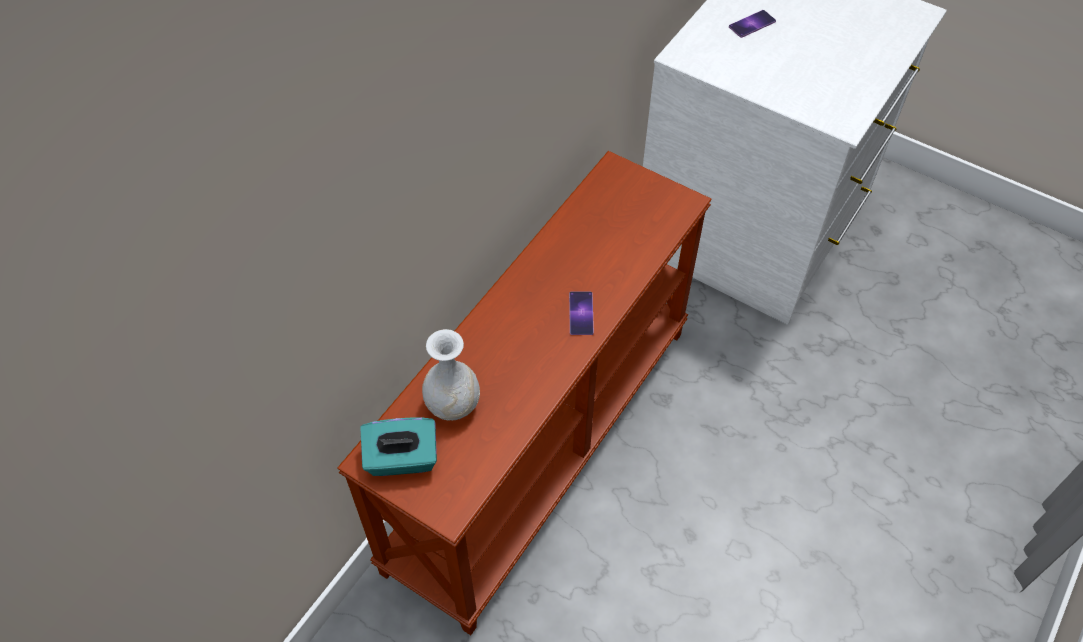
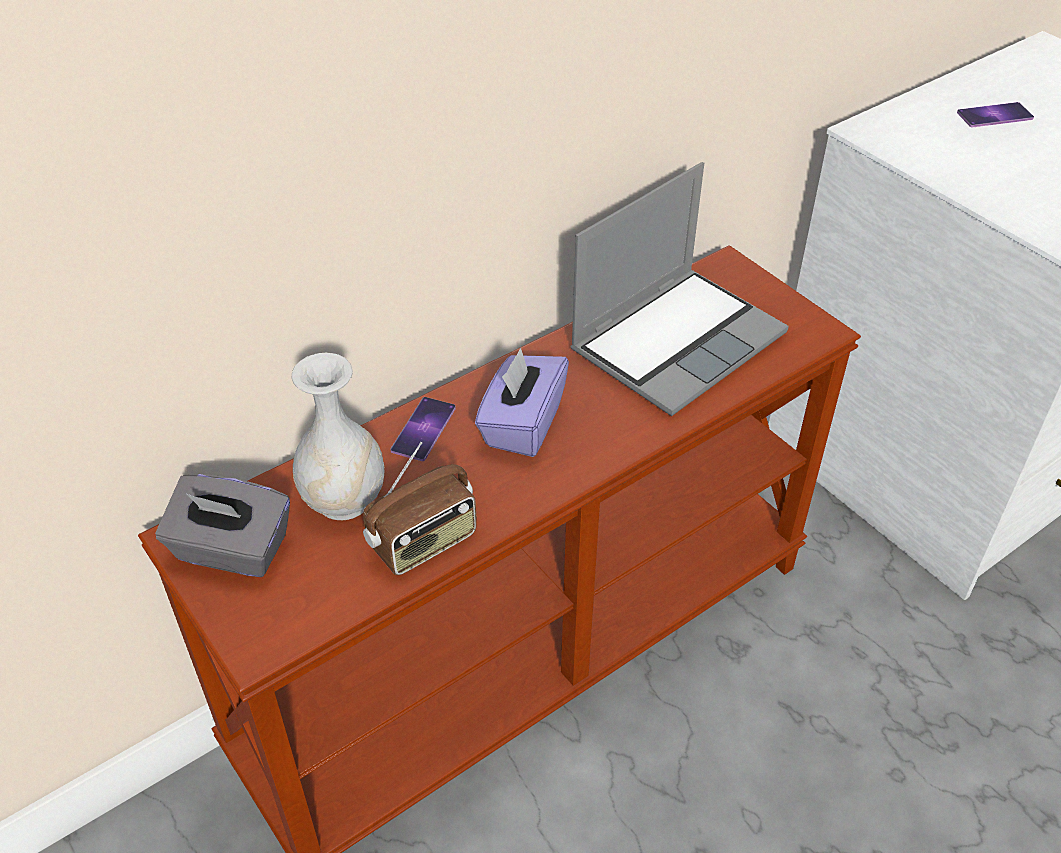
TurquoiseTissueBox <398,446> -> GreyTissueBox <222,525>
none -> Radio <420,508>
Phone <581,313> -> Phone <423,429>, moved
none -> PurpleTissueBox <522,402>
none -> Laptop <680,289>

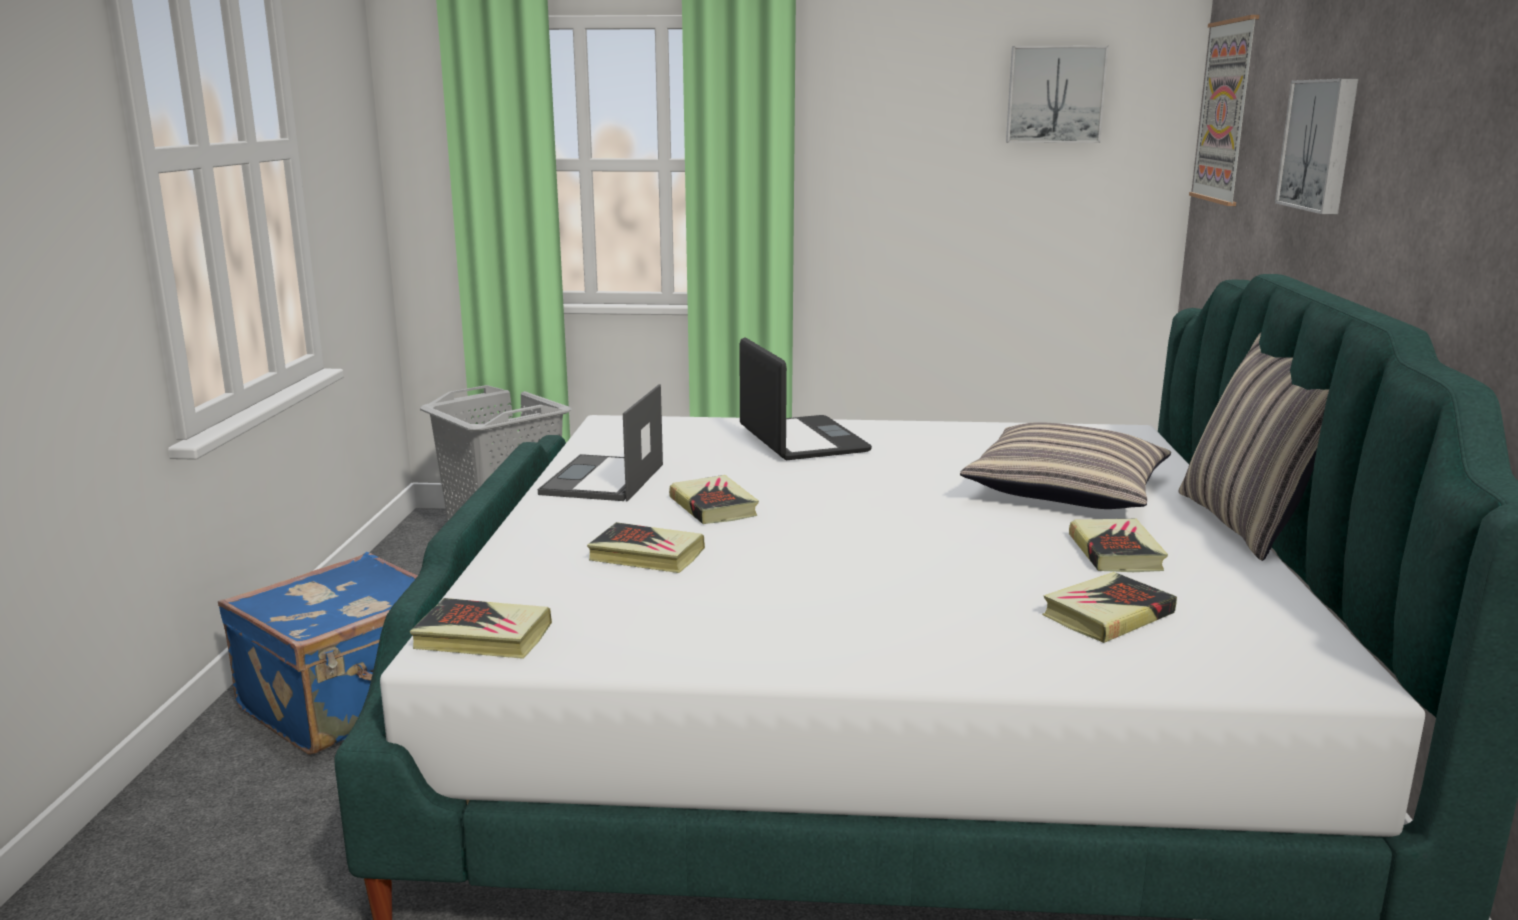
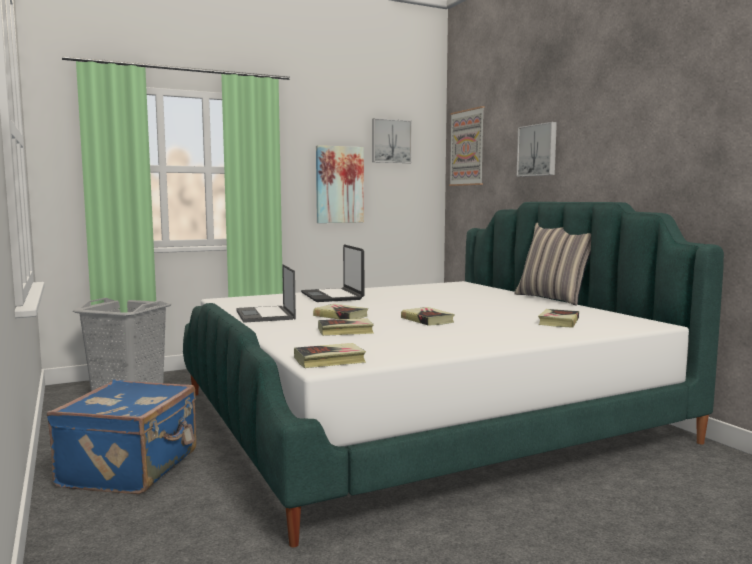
Laptop <805,398> -> Laptop <333,273>, 150 degrees counterclockwise
none -> Picture <340,184>
Book <1118,545> -> Book <428,316>, moved
Pillow <1065,465> -> none

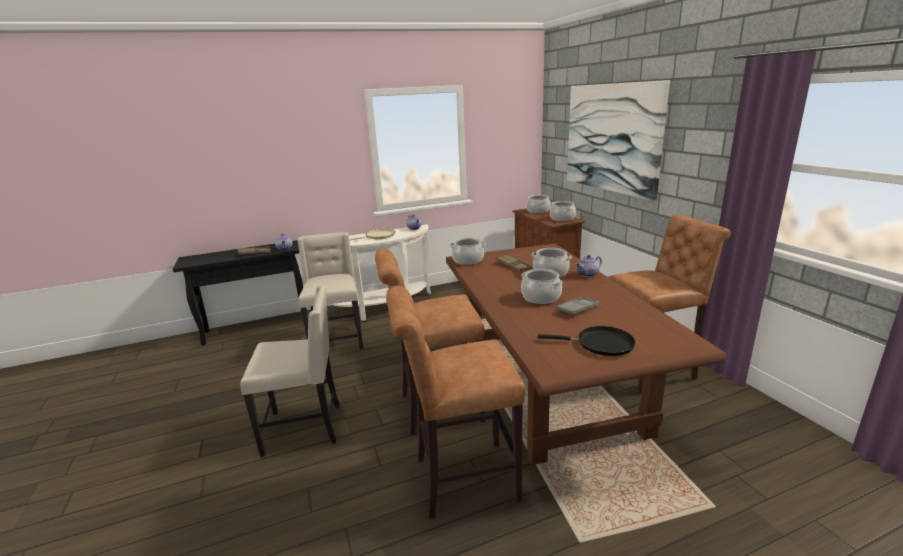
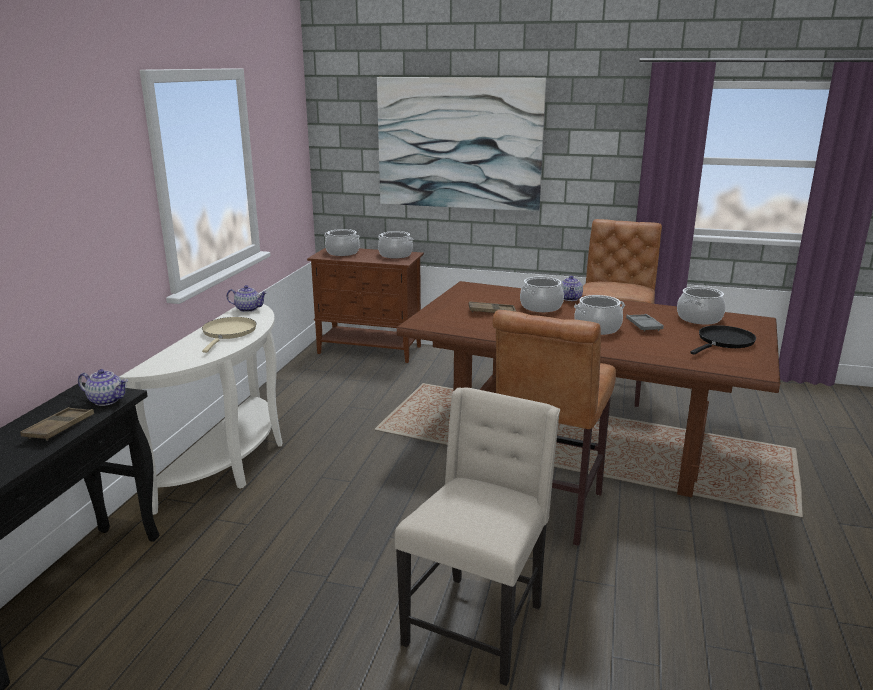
CookingPot <468,251> -> CookingPot <701,306>, moved
BeigeChair <330,290> -> none
BrownStool <455,402> -> none

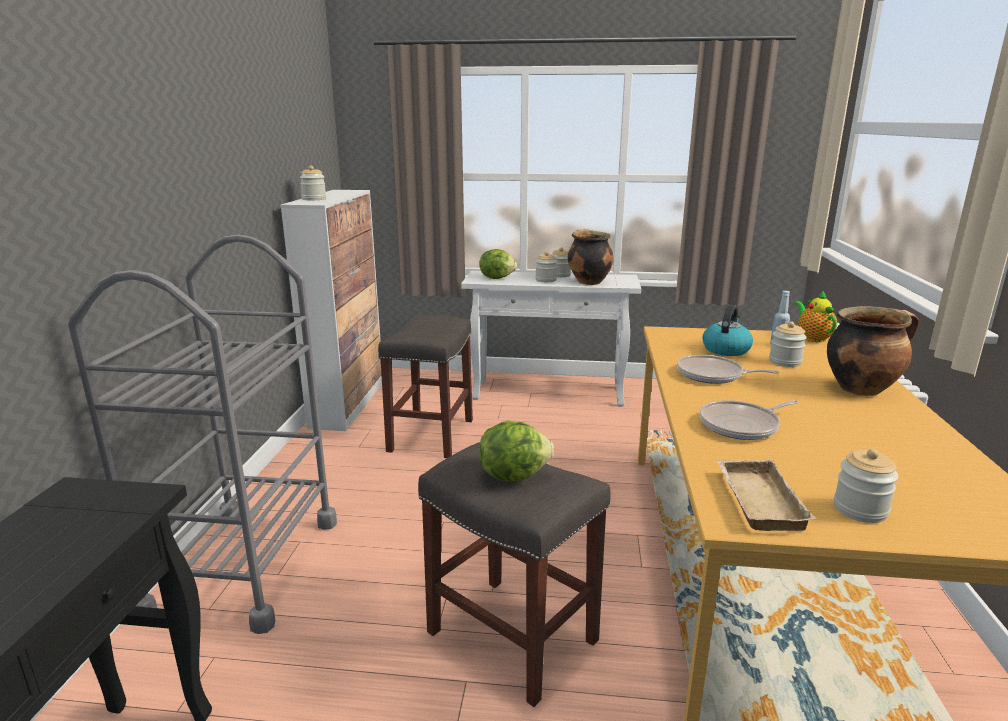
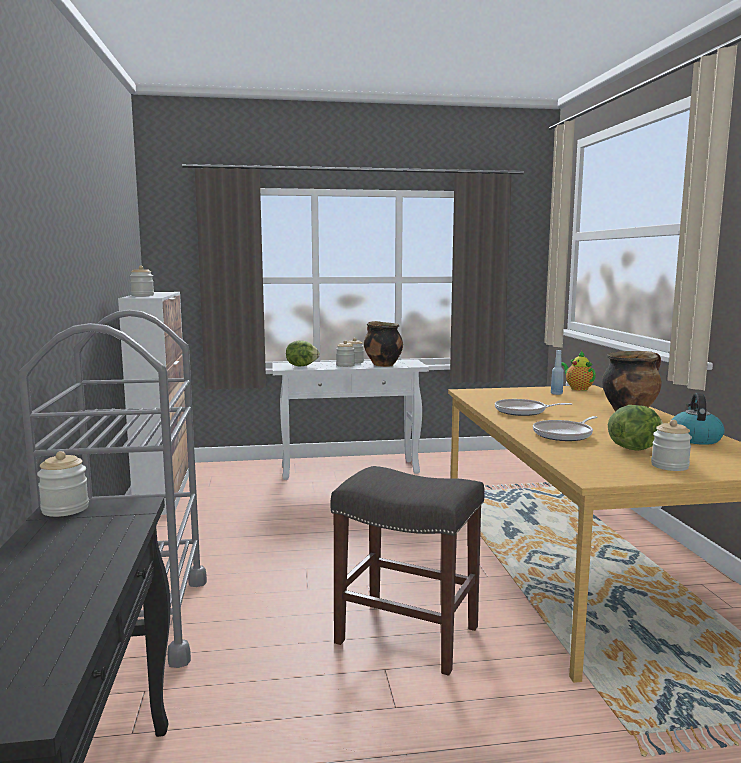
Jar <788,344> -> Jar <63,484>, moved
Lettuce <516,451> -> Lettuce <635,427>, moved
Kettle <727,330> -> Kettle <698,419>, moved
GreyStool <425,386> -> none
BeigeTray <766,495> -> none

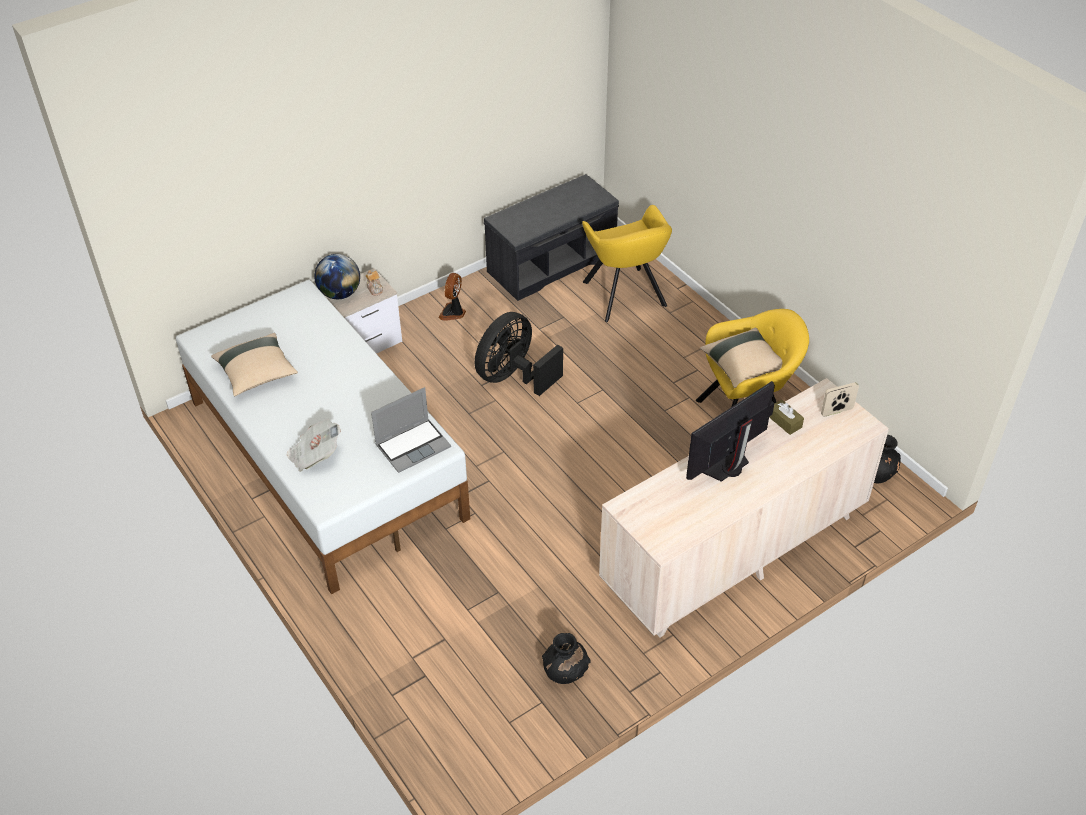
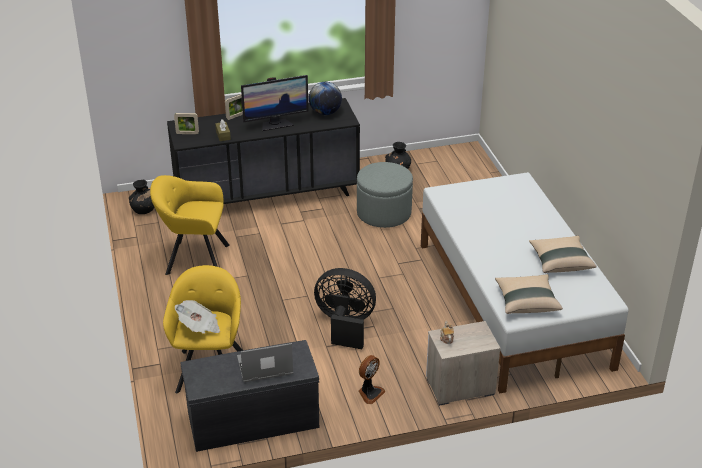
BeigeDresser <744,507> -> BlackDresser <263,151>
Newspaper <313,445> -> Newspaper <197,317>, moved
none -> PictureFrame <234,107>
Laptop <411,430> -> Laptop <265,362>, moved
Globe <337,276> -> Globe <325,98>, moved
BlackFan <519,354> -> BlackFan <345,308>, 135 degrees counterclockwise
none -> GreyOttoman <385,195>
BeigePillow <741,357> -> BeigePillow <529,294>, moved

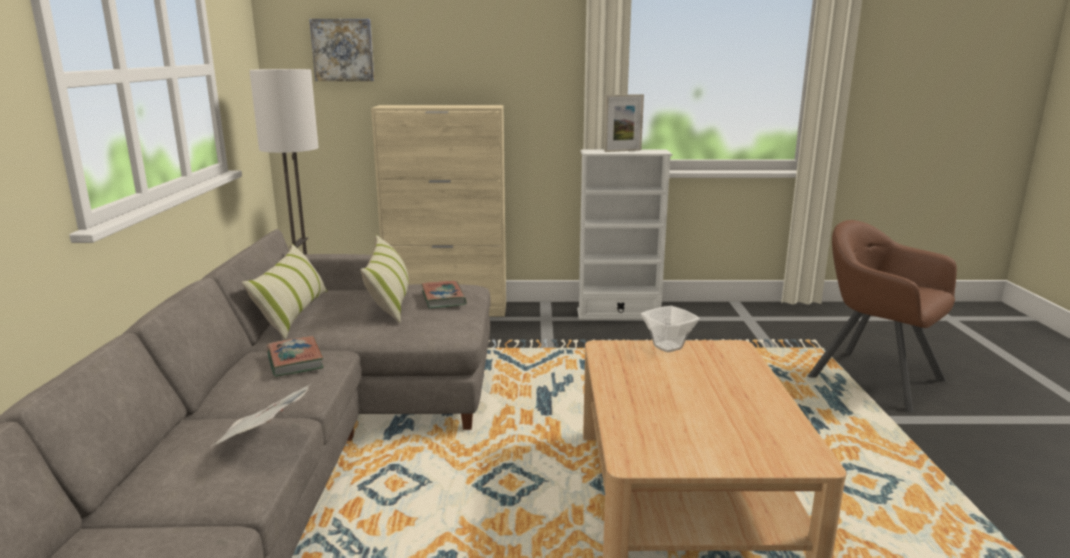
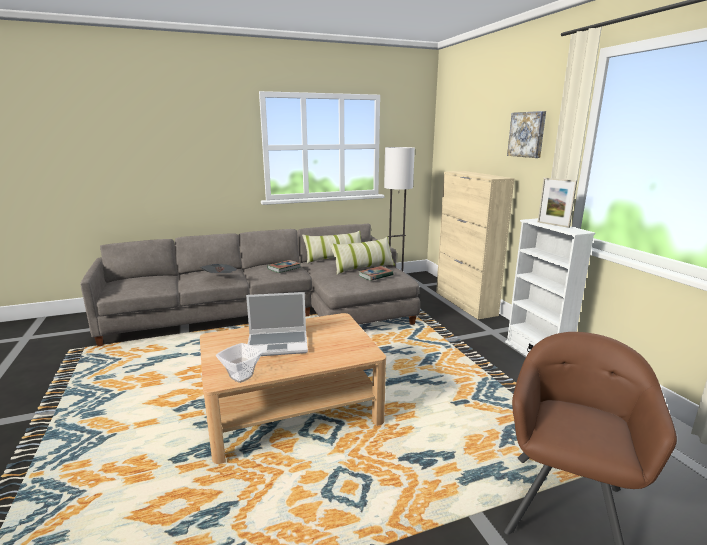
Bowl <670,329> -> Bowl <239,363>, moved
none -> Laptop <277,324>
Picture <342,50> -> Picture <526,134>, moved

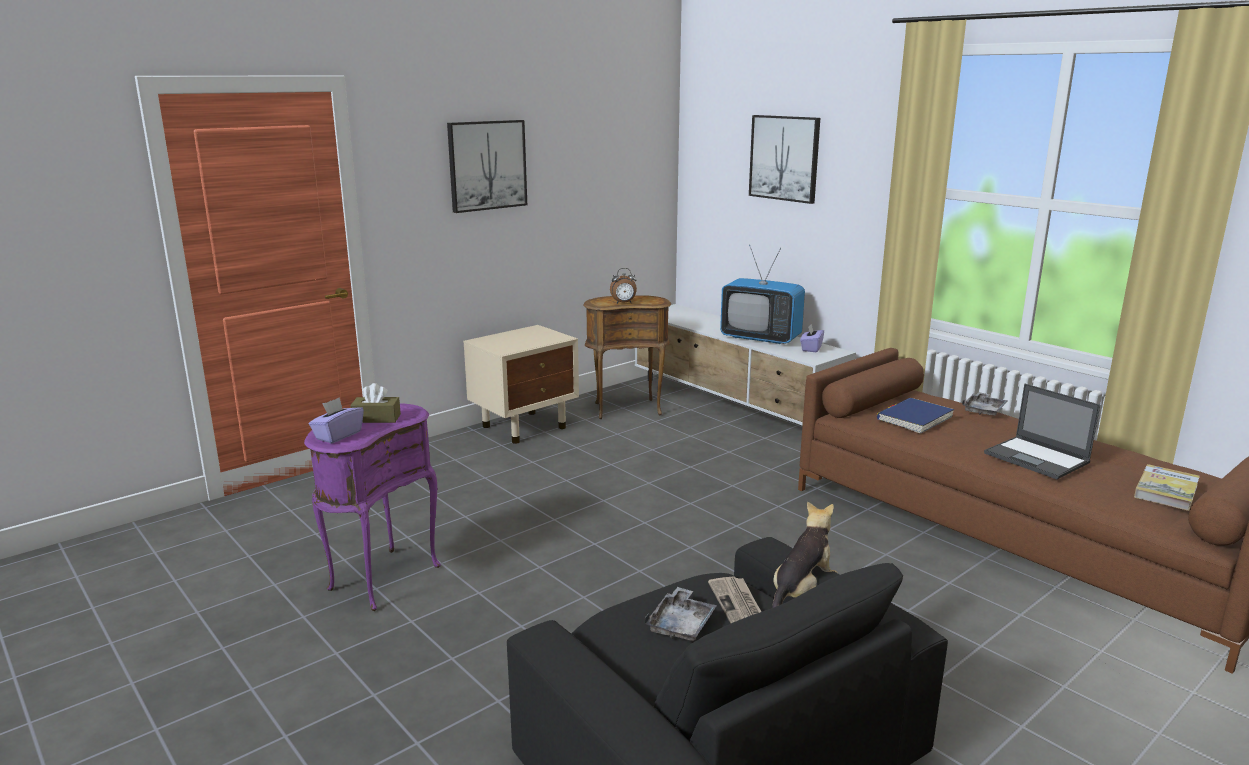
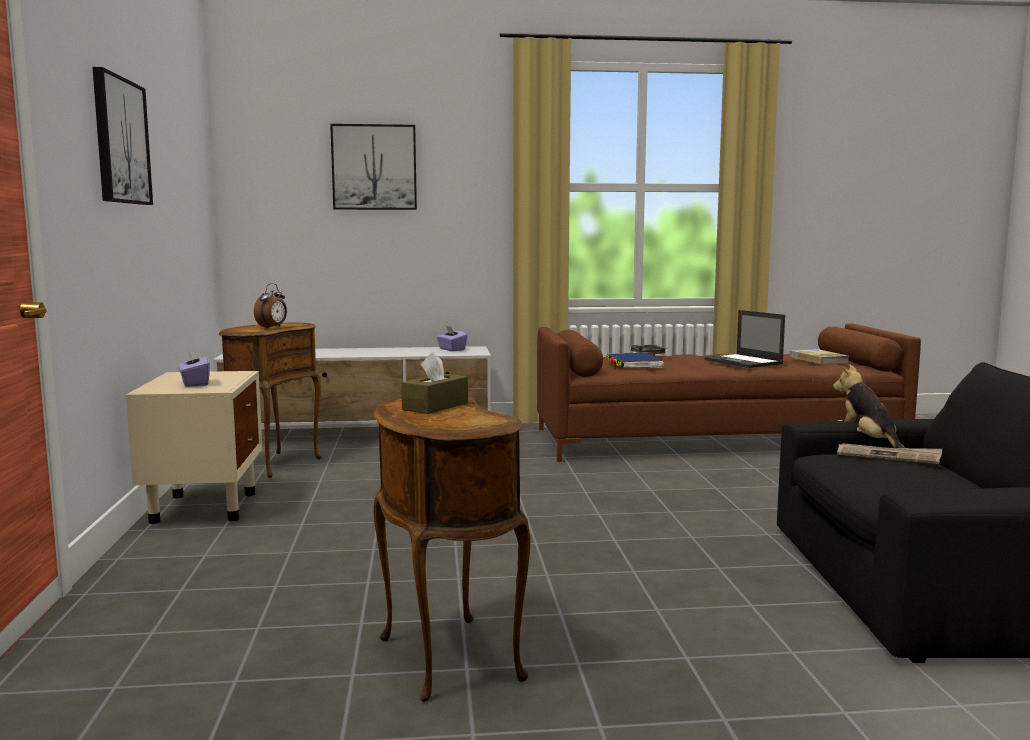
PurpleTissueBox <336,420> -> PurpleTissueBox <194,368>, moved
PurpleSideTable <372,507> -> BrownSideTable <451,549>
Laptop <1042,431> -> Laptop <745,339>, 60 degrees clockwise
GreyTray <680,614> -> none
Television <762,294> -> none

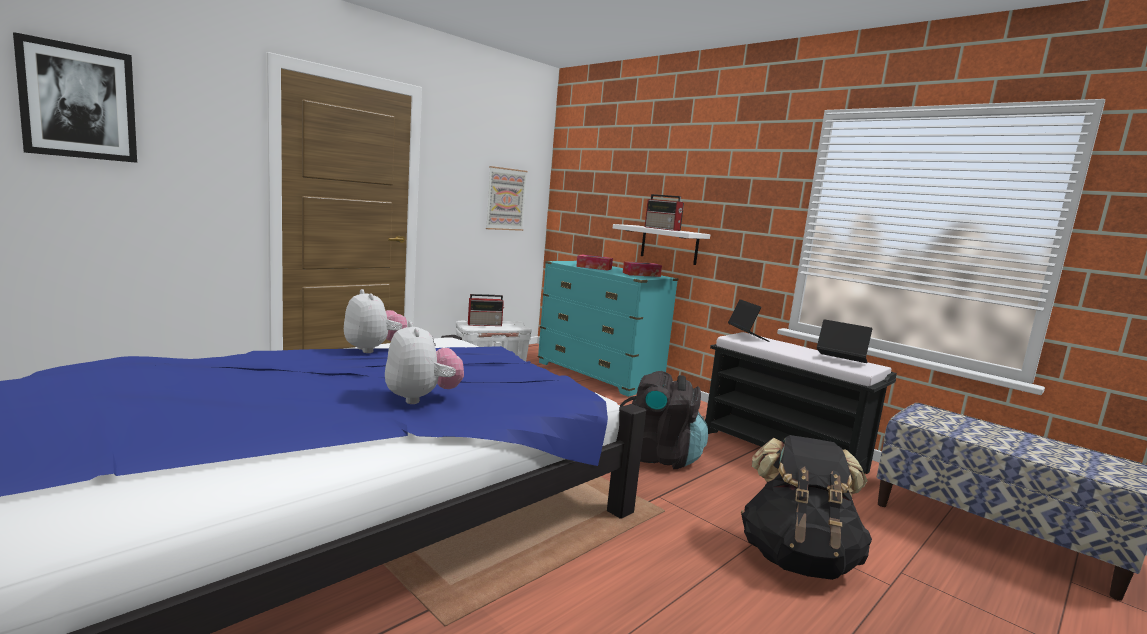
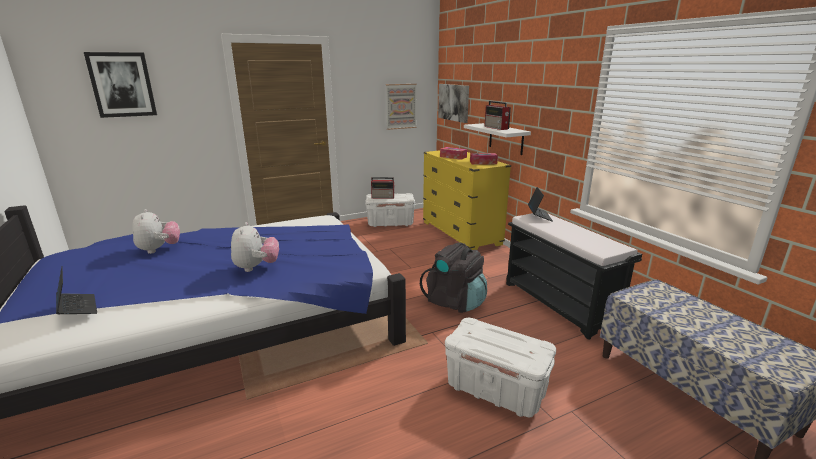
Laptop <844,341> -> Laptop <76,290>, moved
PlushToy <375,321> -> PlushToy <156,231>, moved
TurquoiseDresser <608,329> -> YellowDresser <467,200>
none -> Picture <453,103>
BlackBackpack <806,507> -> WhiteStorageBox <500,367>

